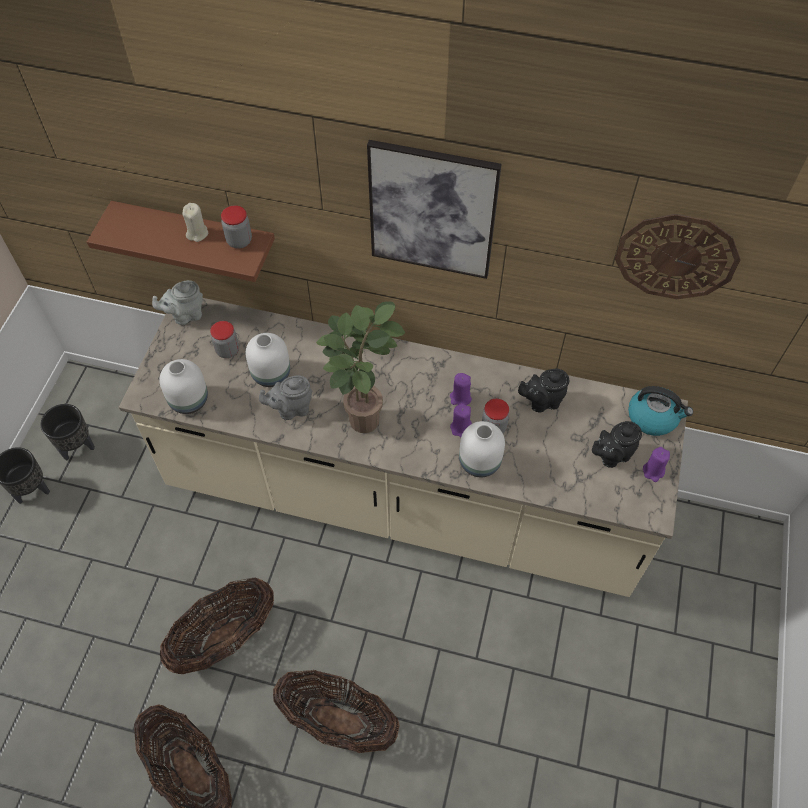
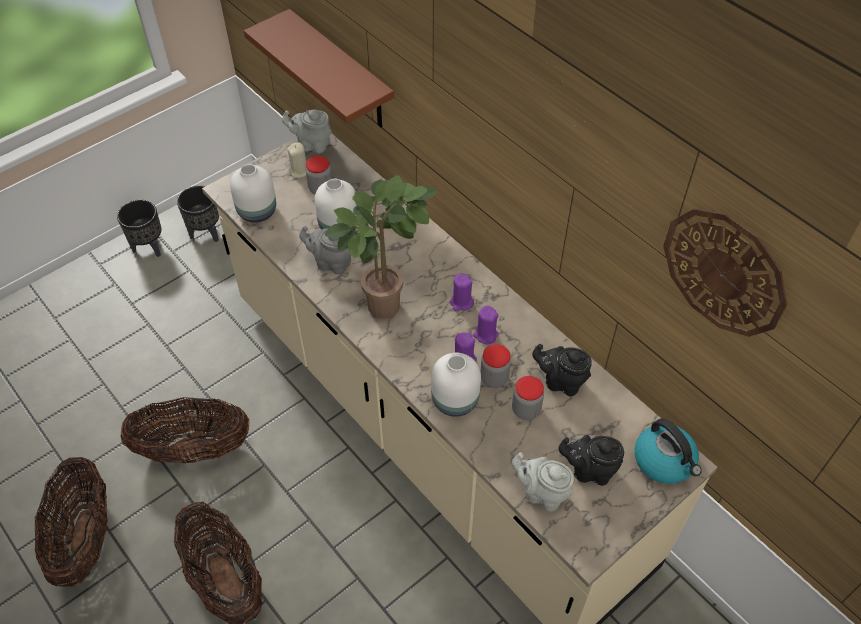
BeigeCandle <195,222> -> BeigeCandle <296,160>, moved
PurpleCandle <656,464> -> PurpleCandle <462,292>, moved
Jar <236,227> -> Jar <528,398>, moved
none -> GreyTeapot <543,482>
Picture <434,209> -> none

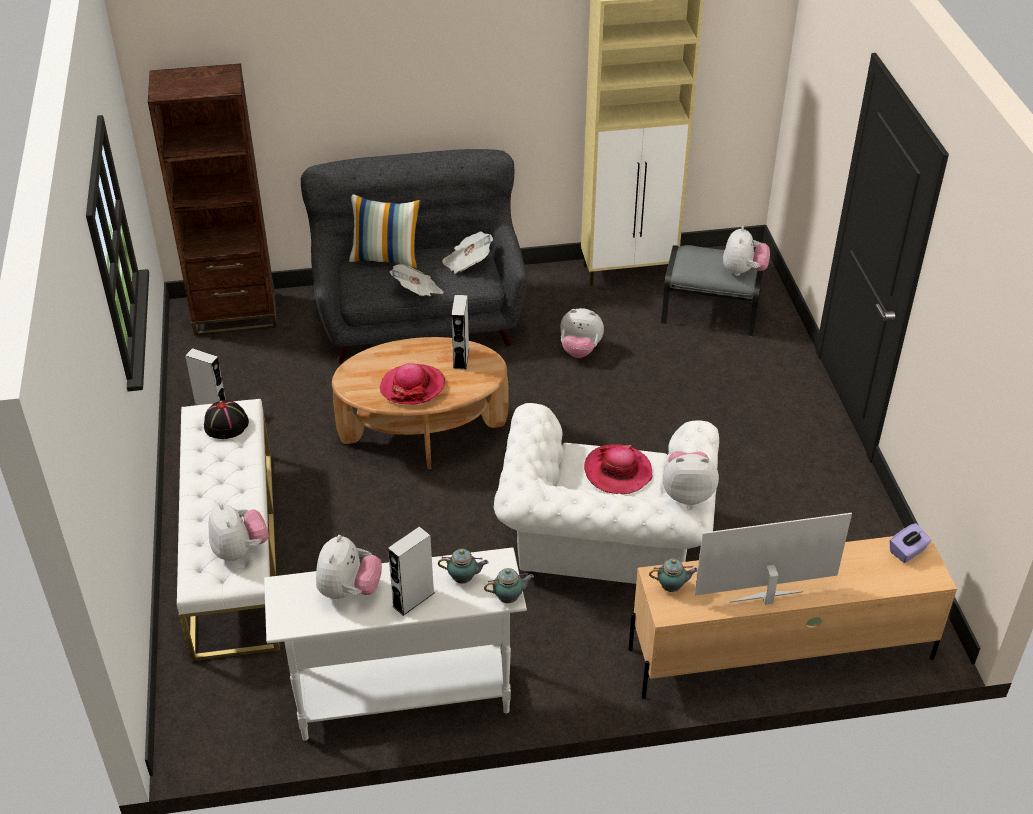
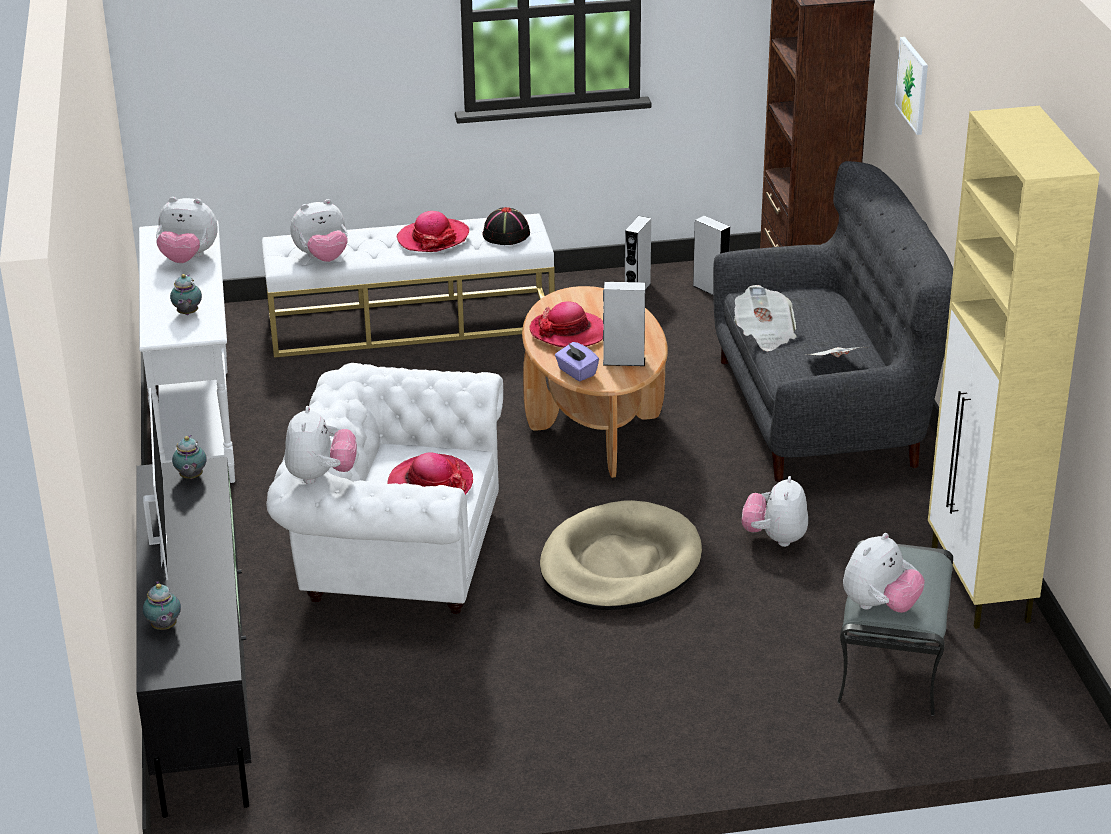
BeigeTvStand <792,615> -> BlackTvStand <193,637>
Teapot <509,585> -> Teapot <162,605>, moved
none -> Hat <432,231>
none -> BeigeDogBed <621,555>
PurpleTissueBox <911,543> -> PurpleTissueBox <577,361>, moved
GreySpeaker <411,571> -> GreySpeaker <711,255>, moved
PlushToy <746,251> -> PlushToy <884,573>, 60 degrees counterclockwise
none -> Picture <911,86>
Pillow <385,232> -> none

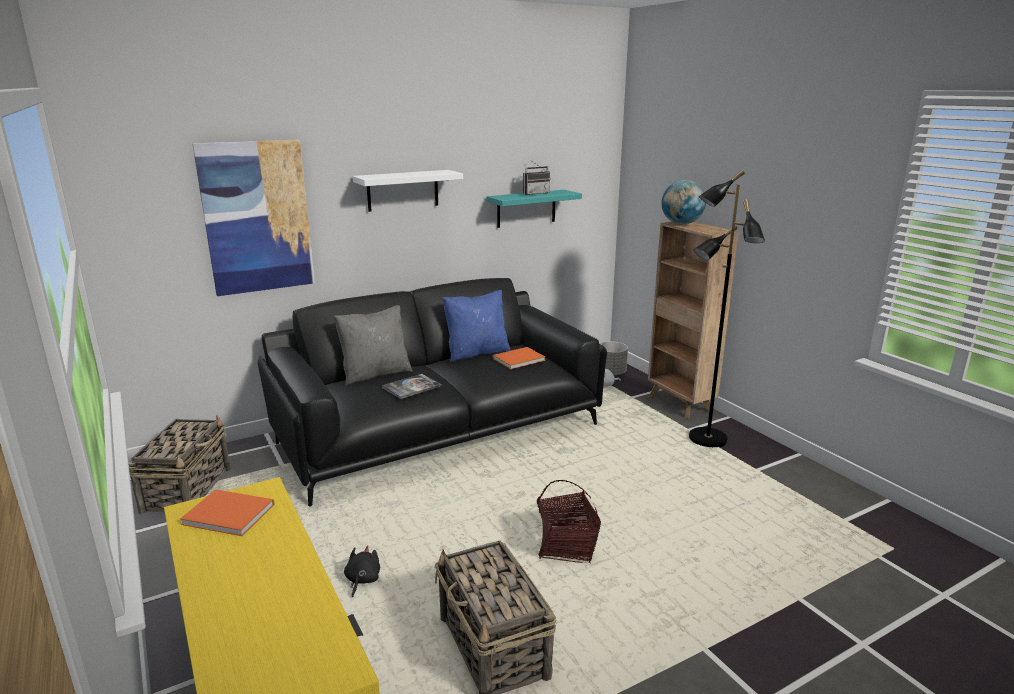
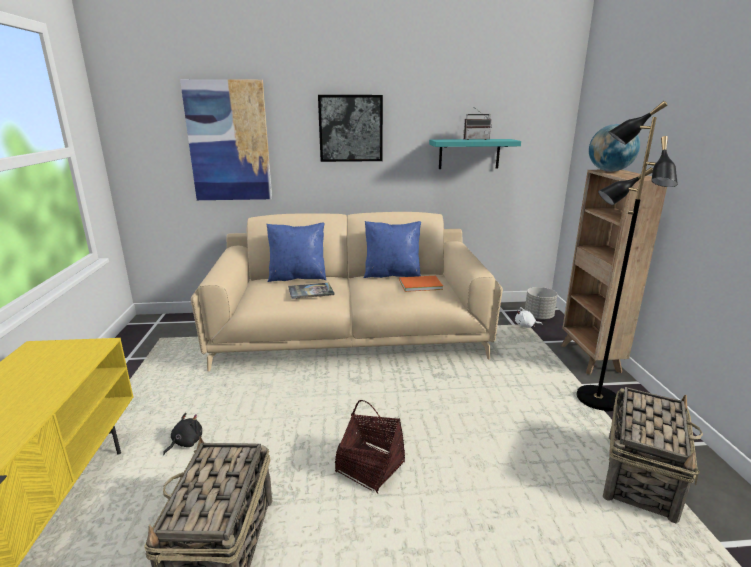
BlackSofa <432,392> -> BeigeSofa <347,292>
GreyPillow <373,345> -> BluePillow <296,252>
WhiteShelf <408,191> -> Picture <350,128>
Basket <180,464> -> Basket <653,455>, moved
OrangeBook <227,512> -> none

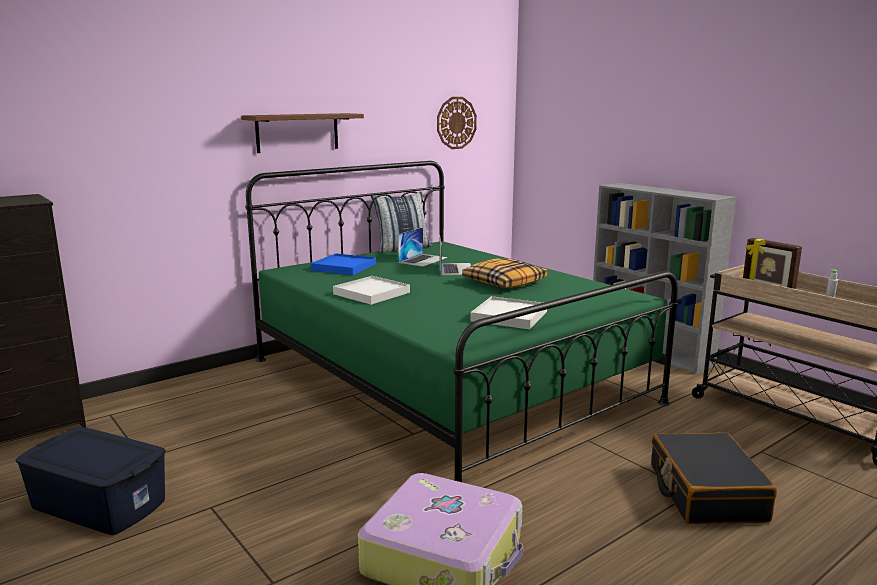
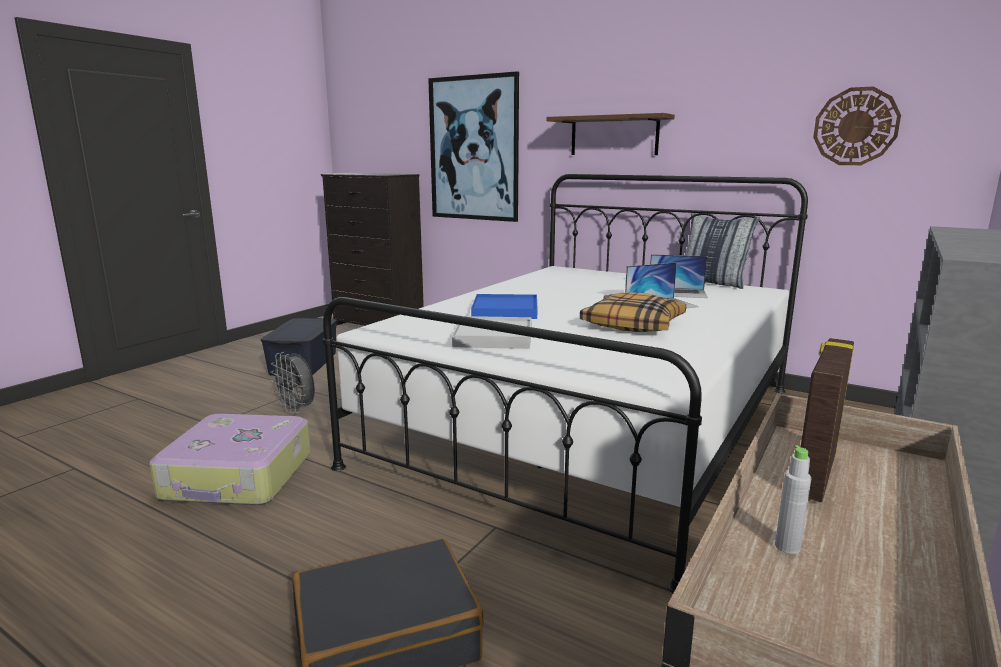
none -> GreyFan <292,382>
GreenBed <461,321> -> WhiteBed <565,383>
none -> Picture <473,146>
BlueTray <343,264> -> BlueTray <504,306>, moved
WhiteTray <371,290> -> none

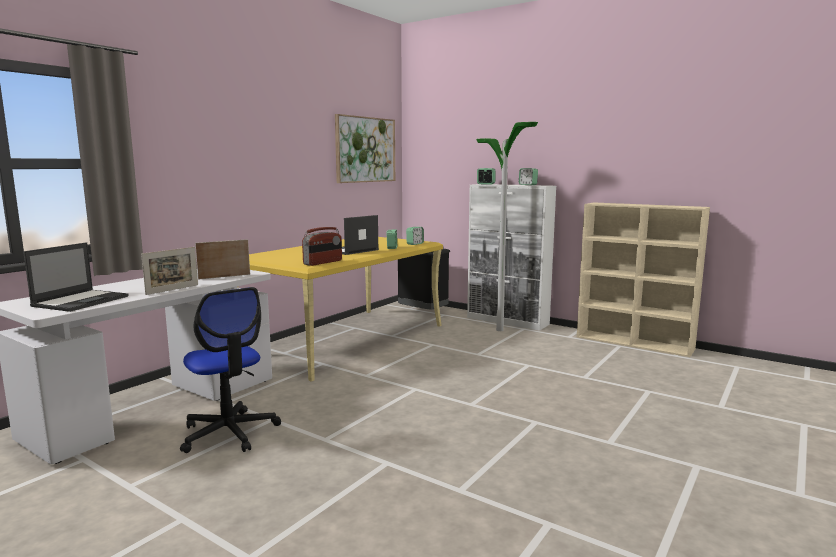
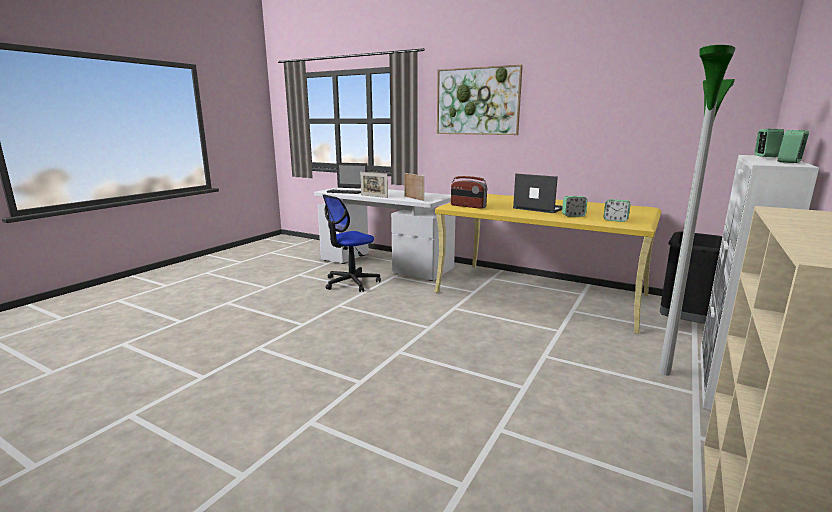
Picture <365,148> -> Picture <480,100>, moved

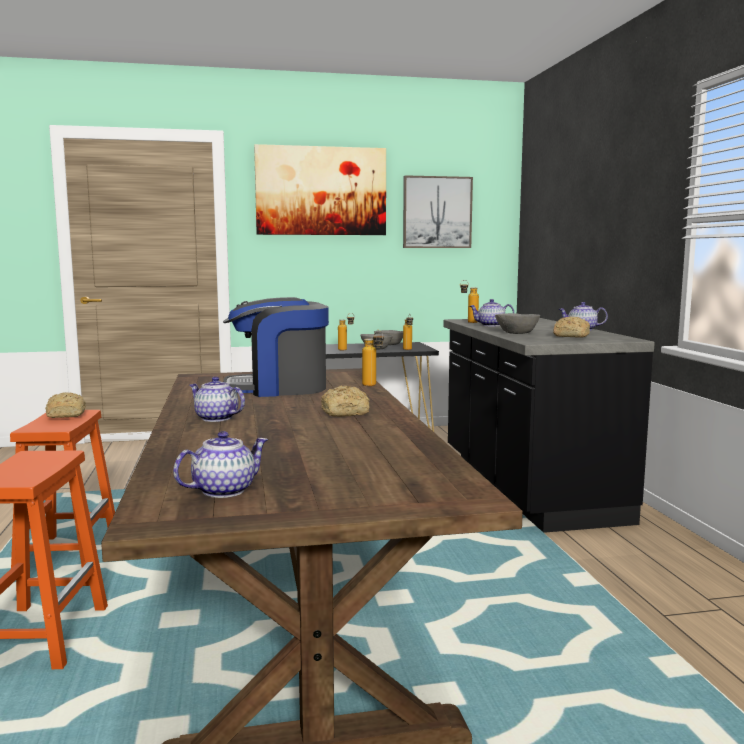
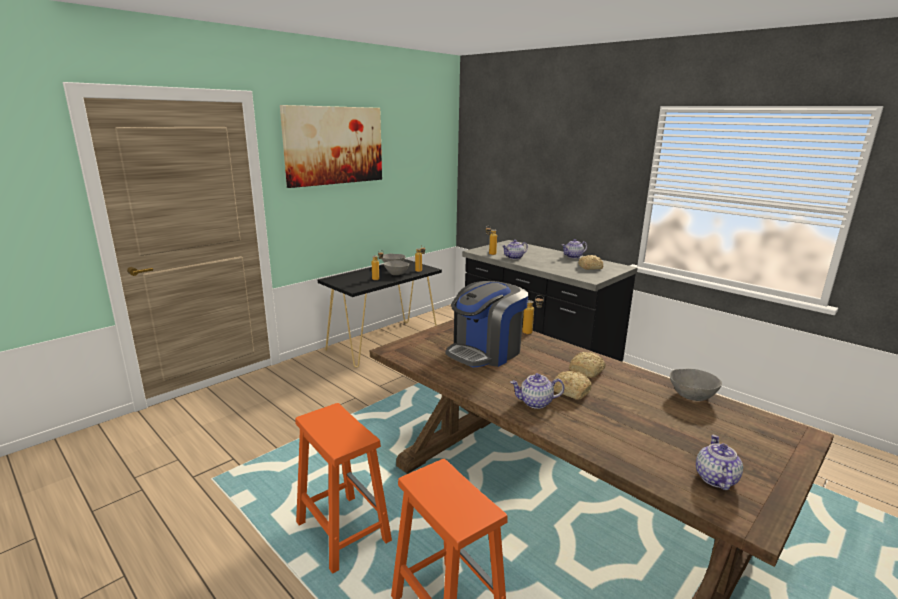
Bread <65,405> -> Bread <572,385>, moved
GreyBowl <517,323> -> GreyBowl <696,385>, moved
Picture <438,211> -> none

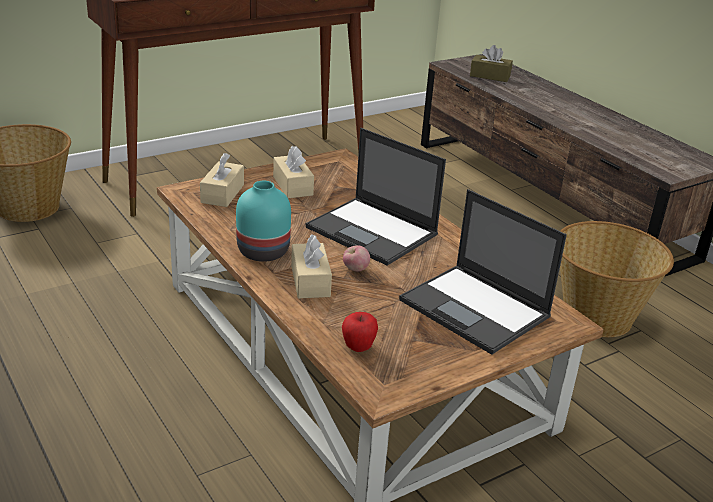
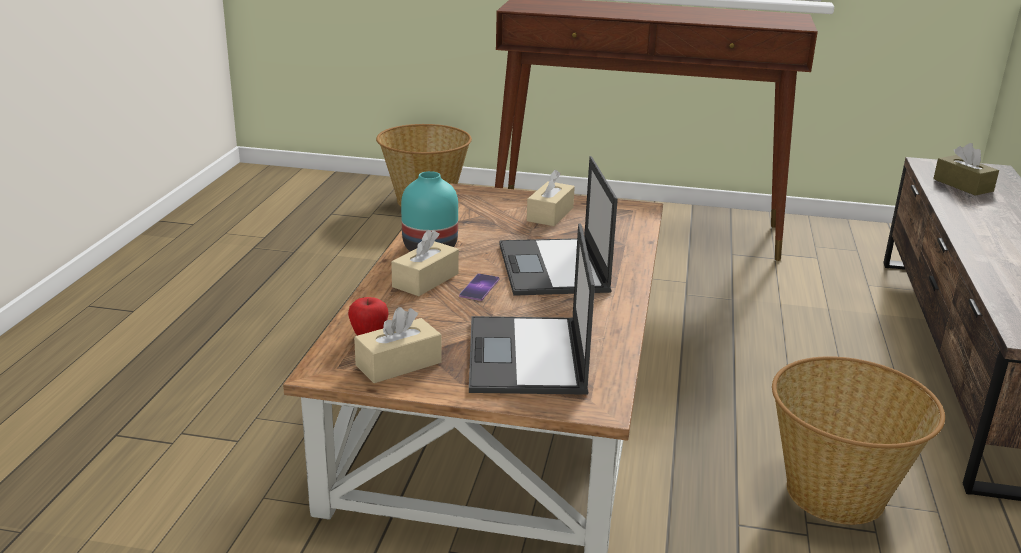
BeigeTissueBox <222,180> -> BeigeTissueBox <397,345>, moved
Apple <356,258> -> Phone <479,287>

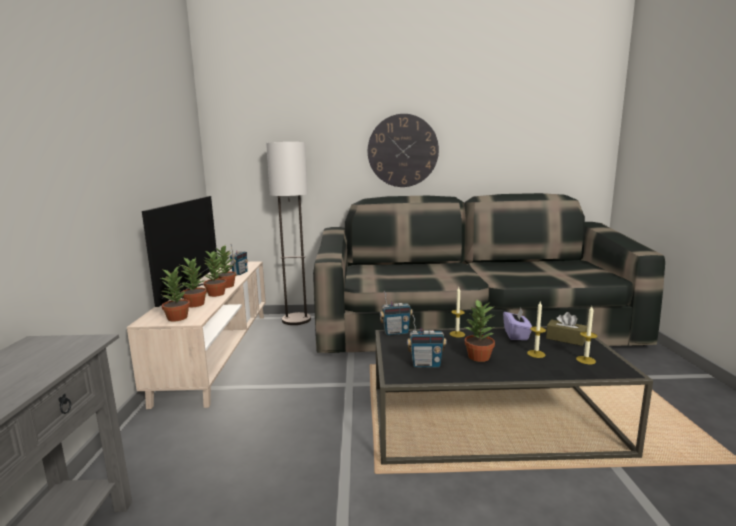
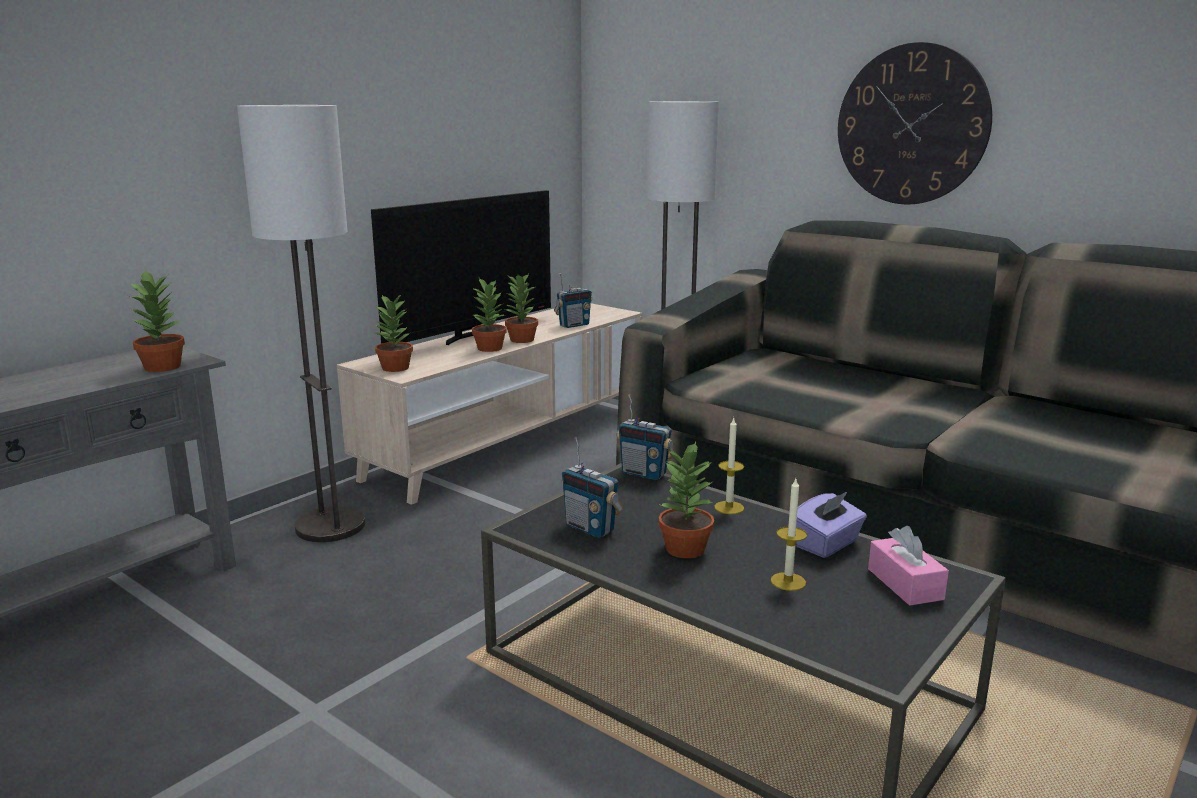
PottedPlant <193,282> -> PottedPlant <157,321>, moved
none -> FloorLamp <301,323>
BrownTissueBox <566,329> -> PinkTissueBox <908,566>
Candle <586,335> -> none

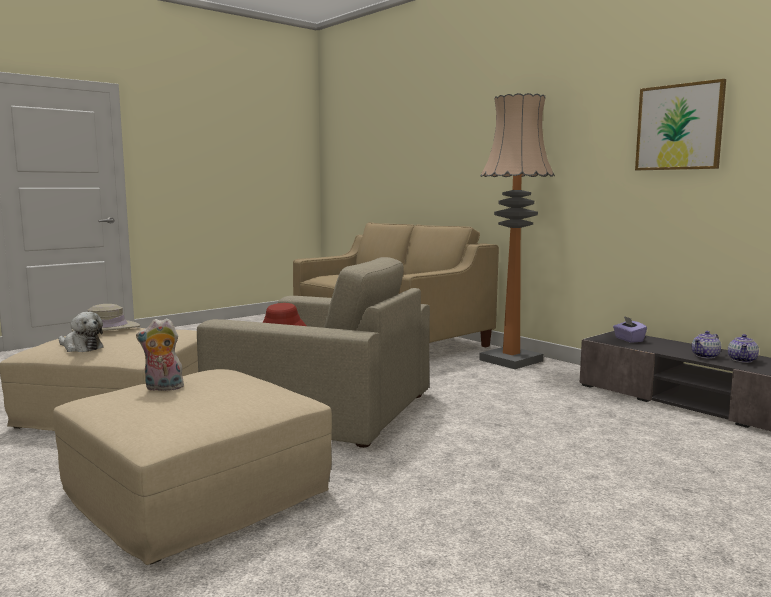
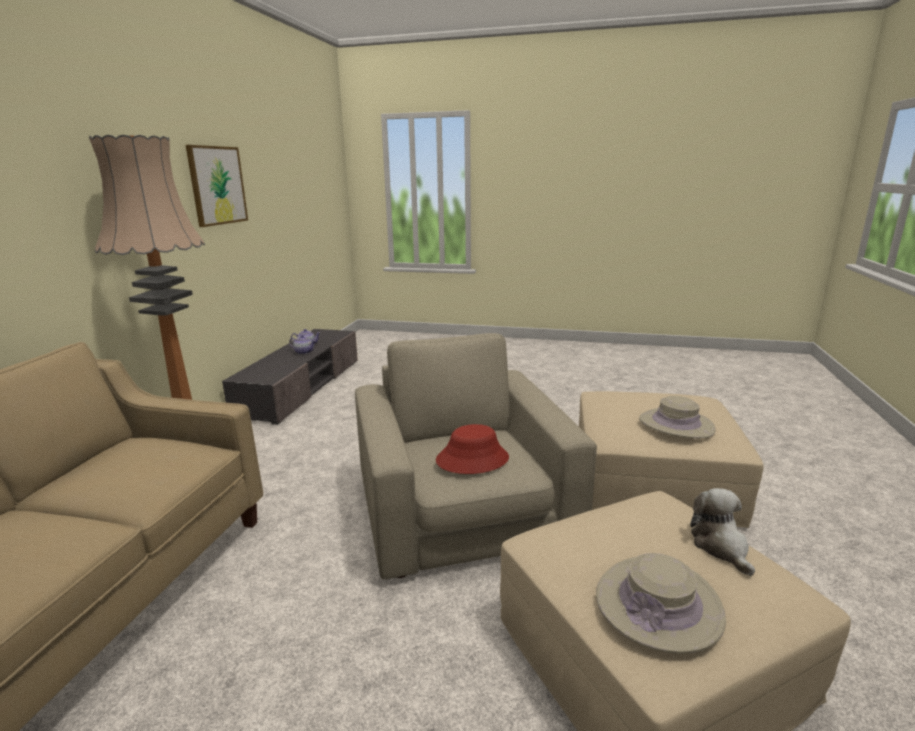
PlushToy <161,354> -> BeigeHat <677,417>
PurpleTissueBox <630,329> -> none

